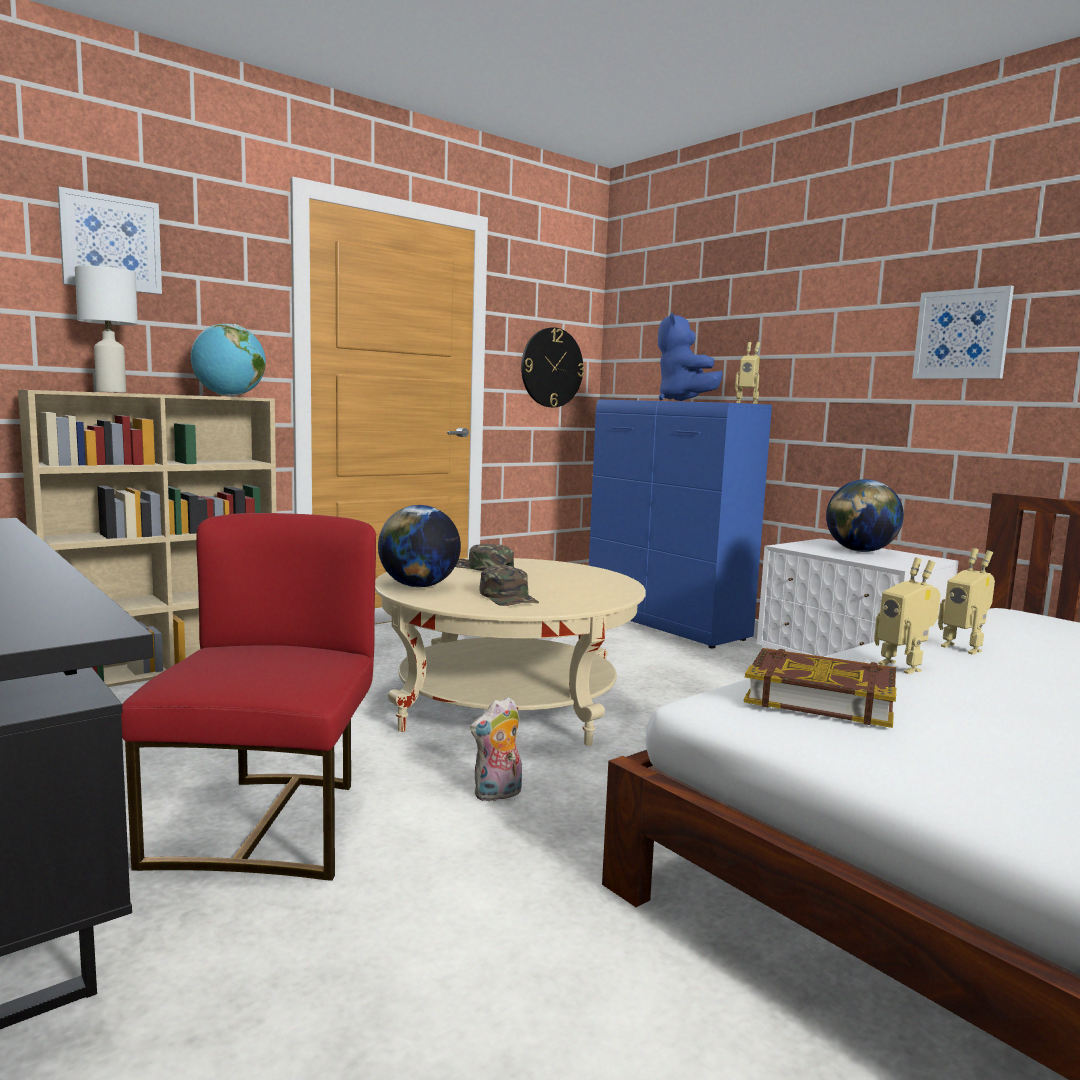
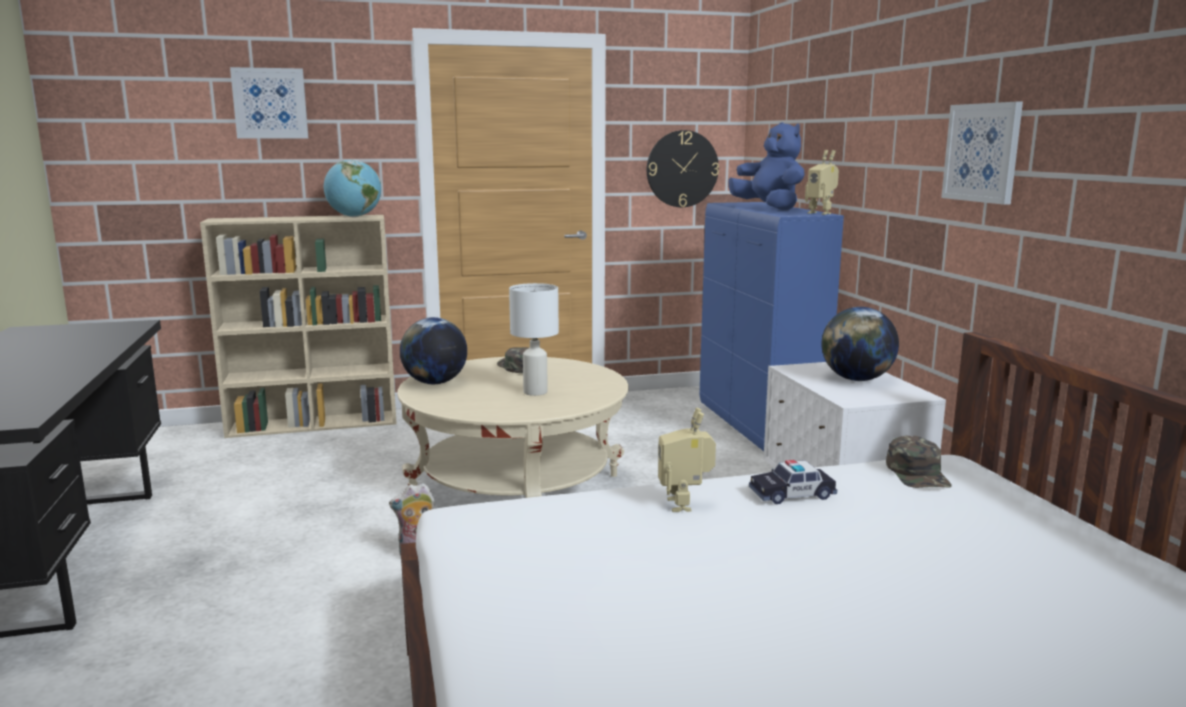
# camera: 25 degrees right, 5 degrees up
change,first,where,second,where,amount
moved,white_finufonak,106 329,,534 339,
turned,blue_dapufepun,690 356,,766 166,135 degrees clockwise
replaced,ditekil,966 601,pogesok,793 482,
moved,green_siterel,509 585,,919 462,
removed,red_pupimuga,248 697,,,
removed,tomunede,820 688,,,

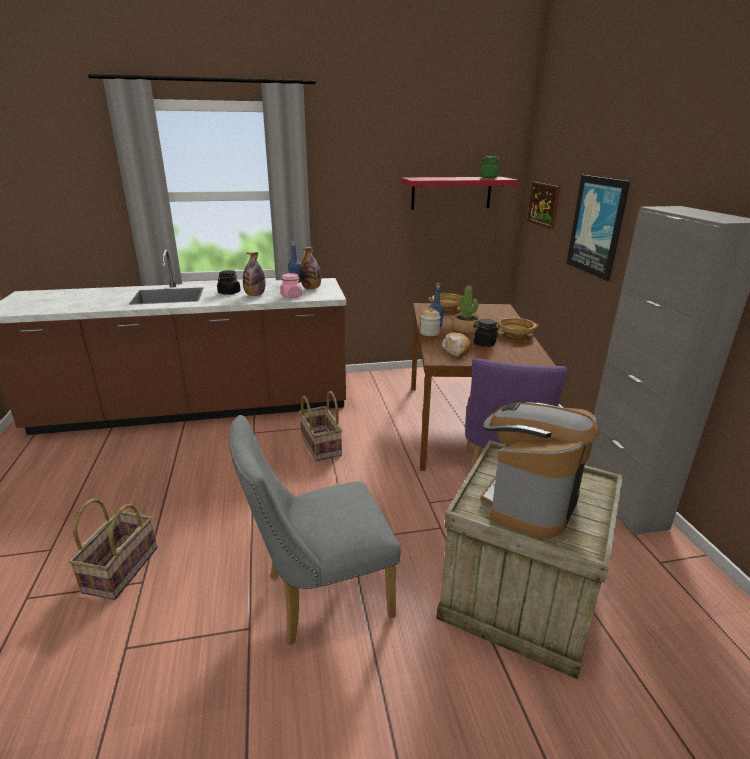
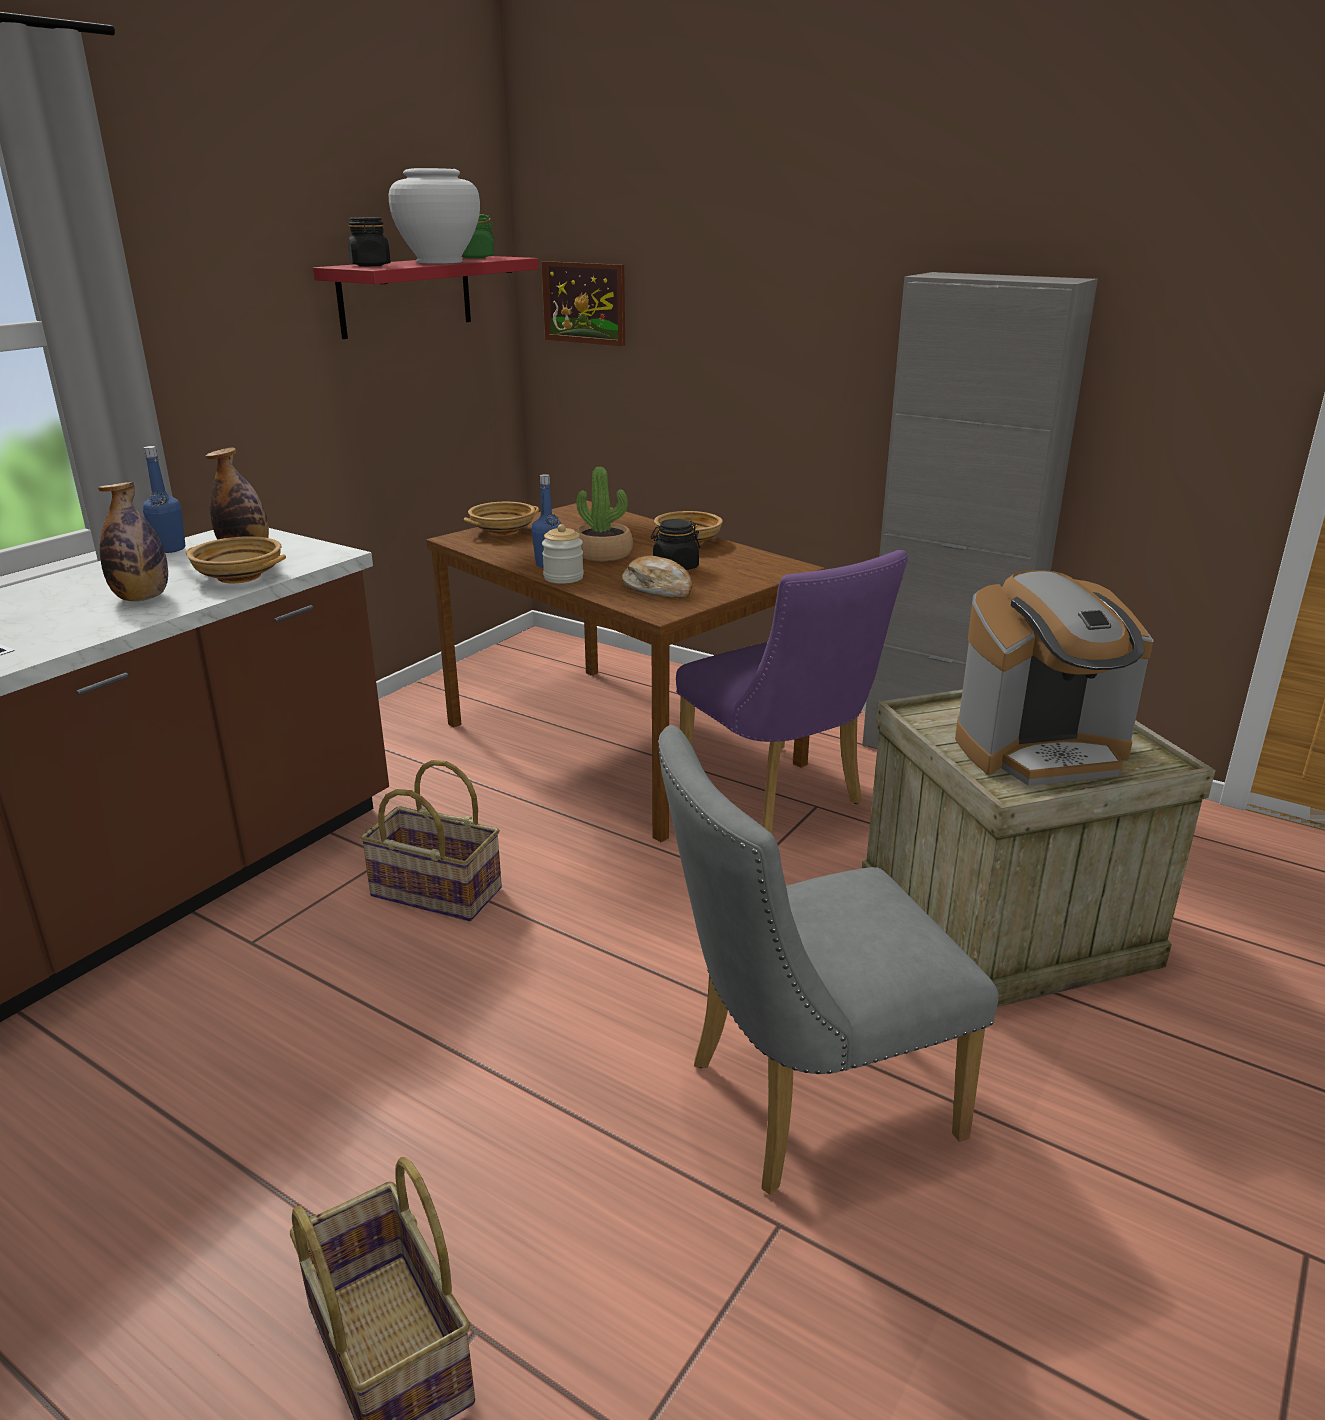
# camera: 45 degrees left, 0 degrees up
change,first,where,second,where,amount
replaced,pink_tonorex,291 285,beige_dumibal,236 559,
moved,black_tonorex,229 282,,369 241,
added,,,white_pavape,434 216,
turned,grey_pupimuga,315 530,,828 960,45 degrees clockwise
turned,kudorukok,539 470,,1054 678,90 degrees counterclockwise
removed,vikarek,598 228,,,

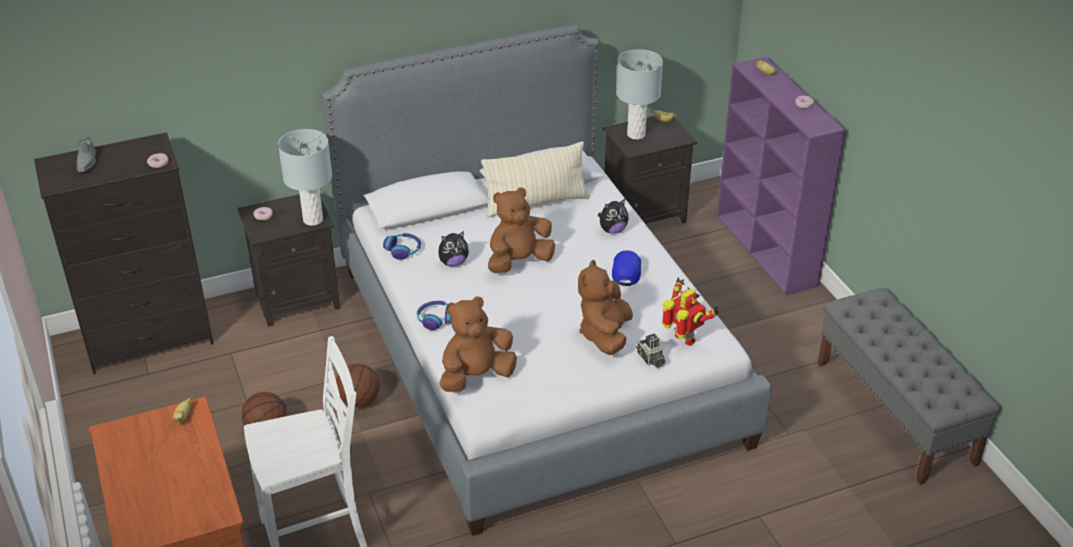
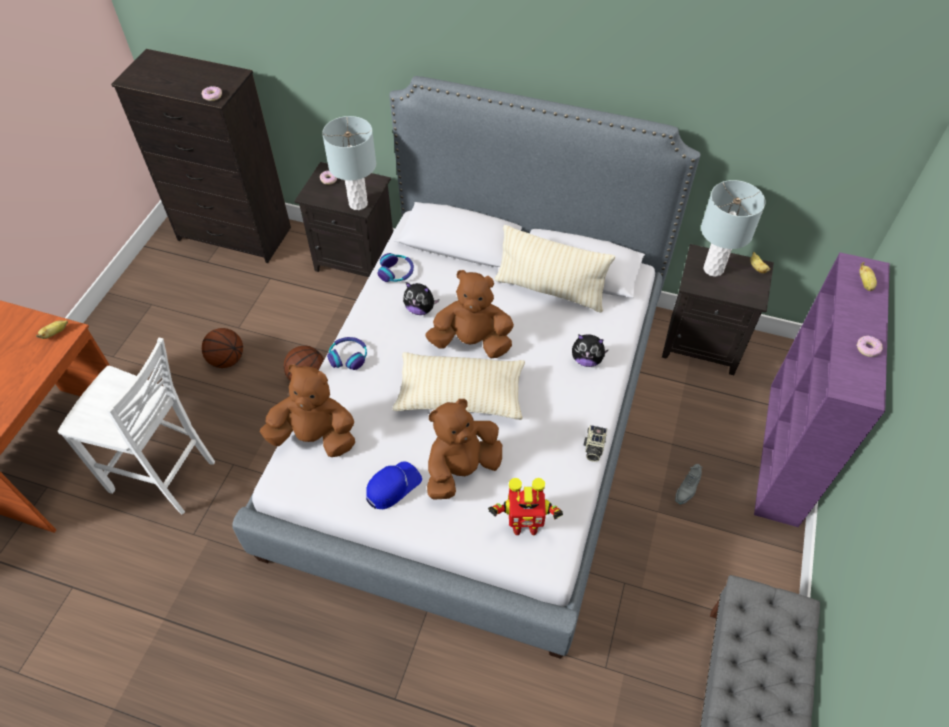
# camera: 40 degrees right, 15 degrees up
change,first,where,second,where,amount
moved,blue_siterel,626 268,,394 485,
added,,,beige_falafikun,458 386,
turned,ditekil,690 311,,525 506,90 degrees clockwise
moved,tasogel,651 351,,595 443,
moved,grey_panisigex,85 154,,689 484,

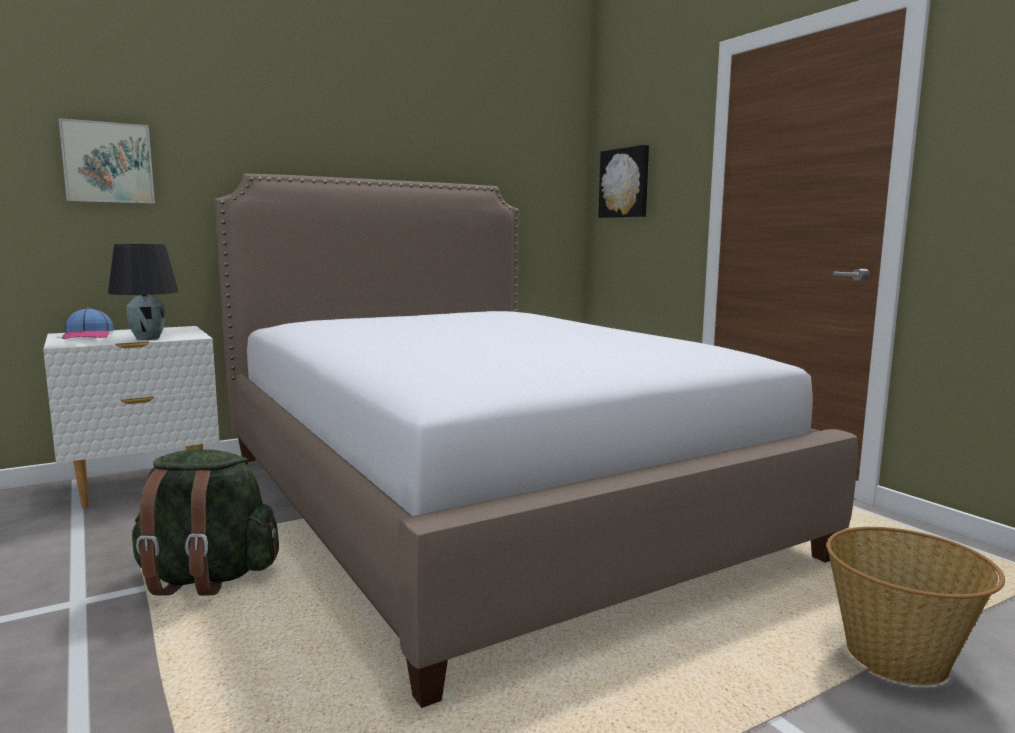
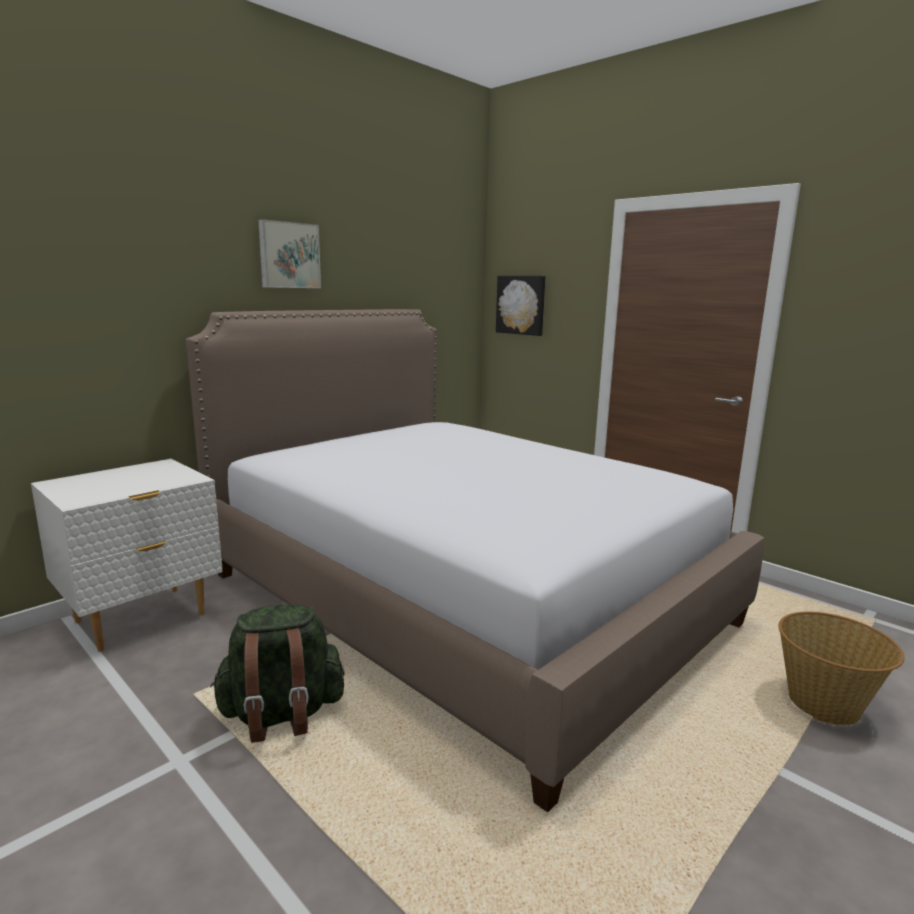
# camera: 15 degrees left, 5 degrees up
change,first,where,second,where,amount
moved,vikarek,106 161,,289 253,
removed,siterel,87 323,,,
removed,black_finufonak,143 292,,,

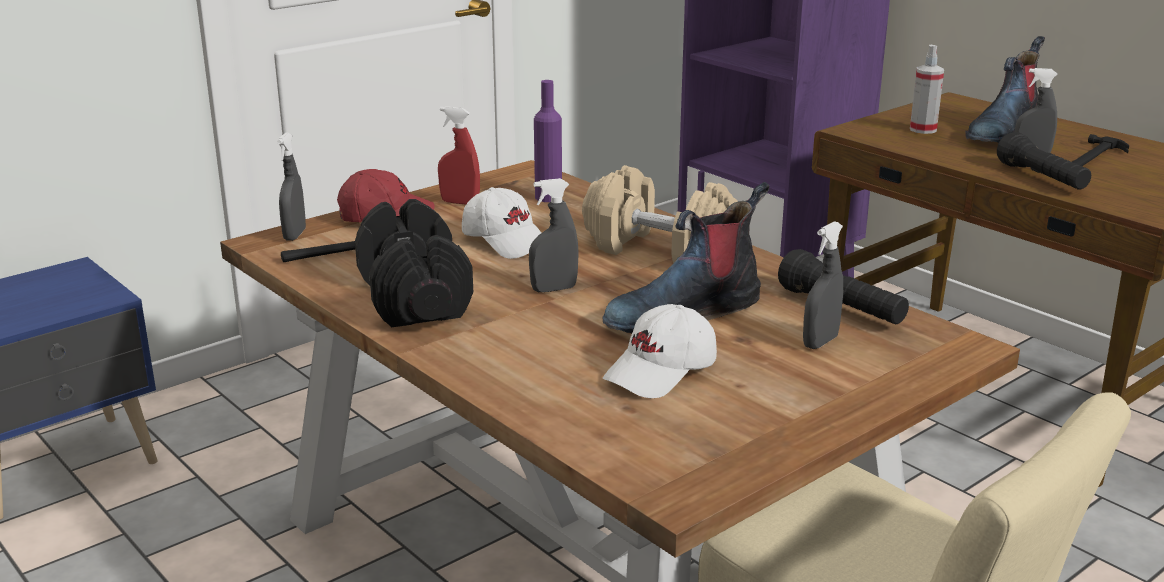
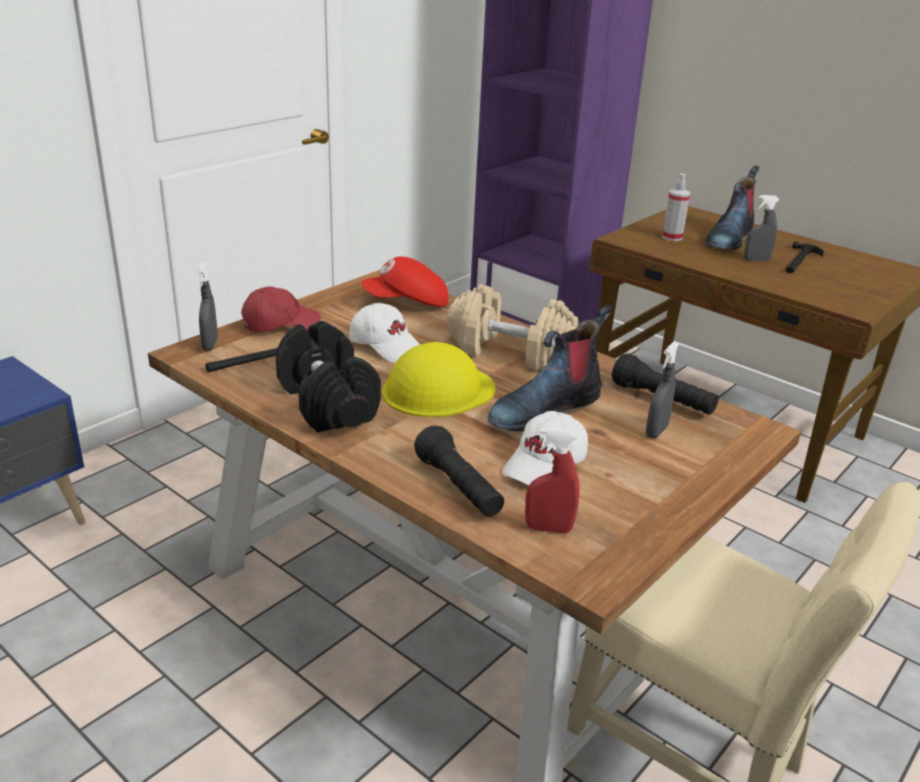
# camera: 10 degrees left, 5 degrees up
change,first,where,second,where,amount
replaced,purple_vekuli,548 141,red_siterel,404 282,
replaced,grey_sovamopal,554 235,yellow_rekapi,439 379,
moved,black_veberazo,1044 161,,459 471,
moved,red_sovamopal,459 155,,552 480,

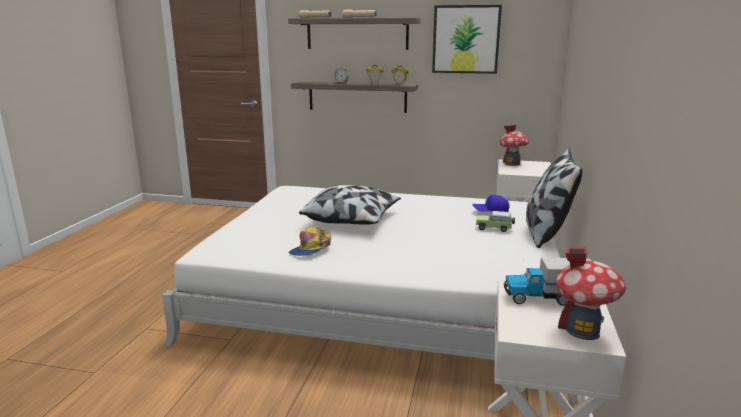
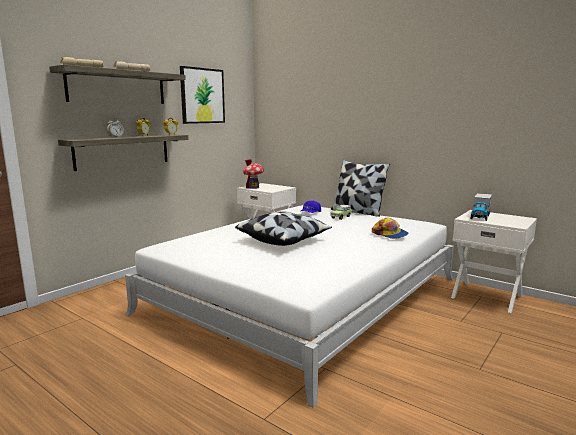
# camera: 65 degrees left, 5 degrees down
change,first,where,second,where,amount
moved,siterel,309 241,,390 228,
removed,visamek,591 293,,,

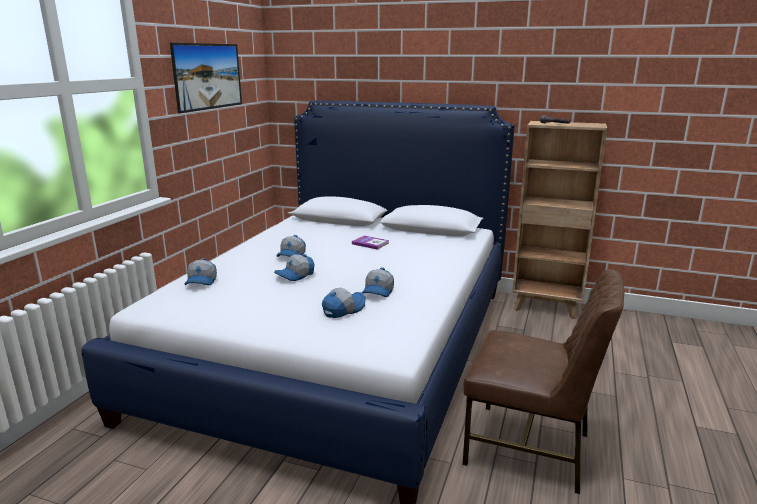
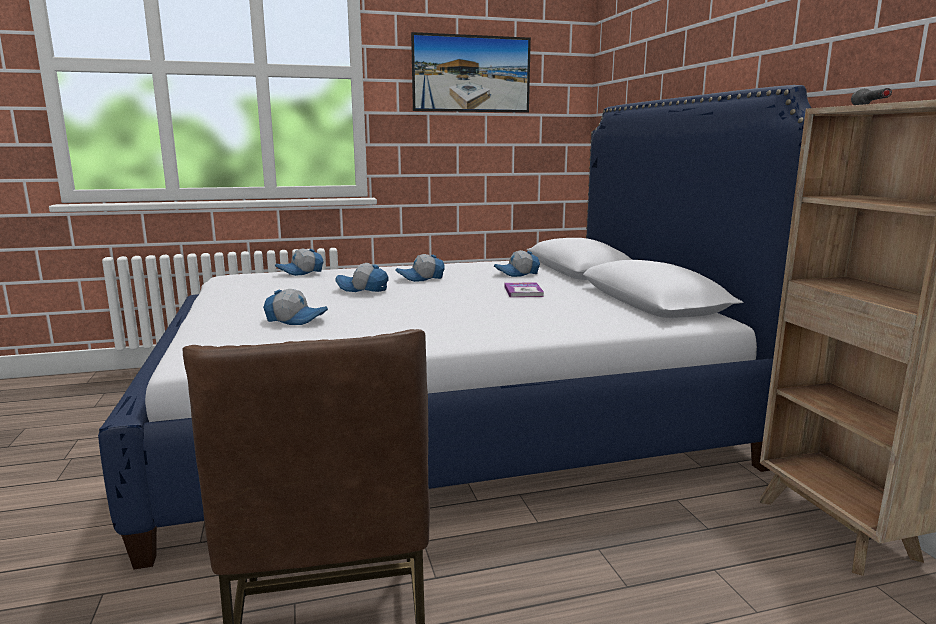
# camera: 55 degrees right, 5 degrees down
change,first,where,second,where,amount
moved,siterel,378 282,,517 263,

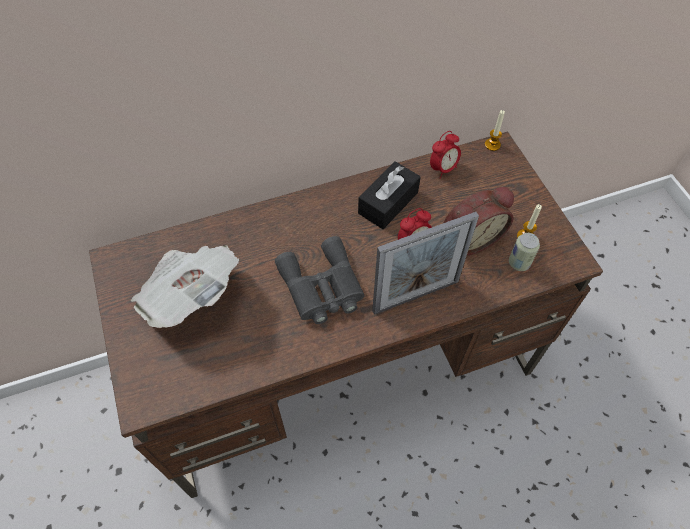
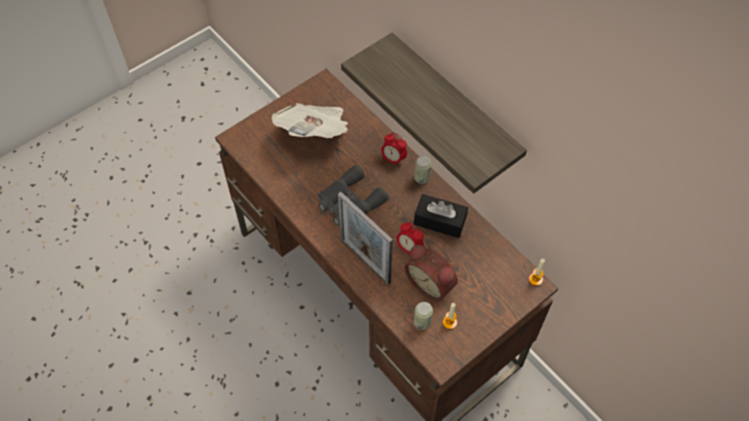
# camera: 70 degrees right, 0 degrees up
change,first,where,second,where,amount
added,,,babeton,434 113,
moved,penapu,445 155,,394 150,
added,,,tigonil,423 170,

